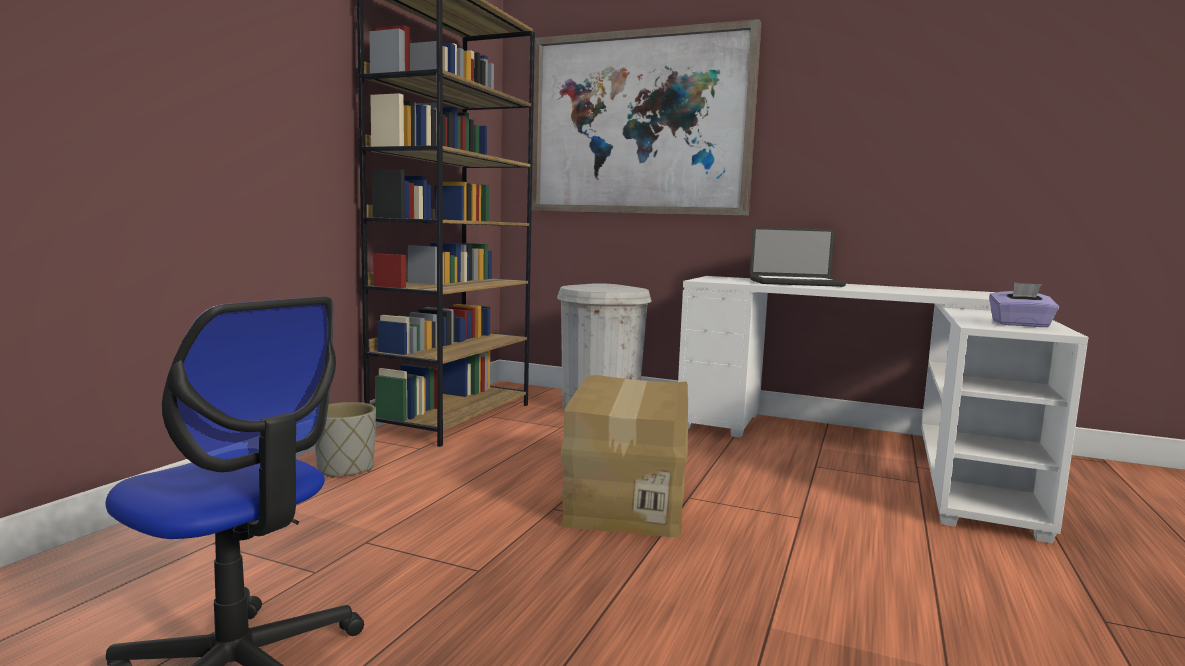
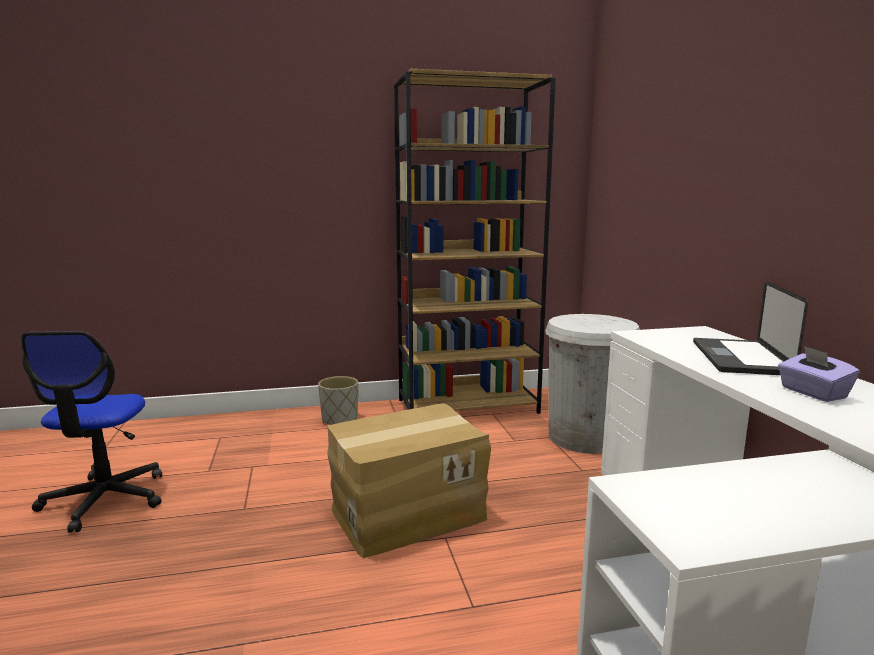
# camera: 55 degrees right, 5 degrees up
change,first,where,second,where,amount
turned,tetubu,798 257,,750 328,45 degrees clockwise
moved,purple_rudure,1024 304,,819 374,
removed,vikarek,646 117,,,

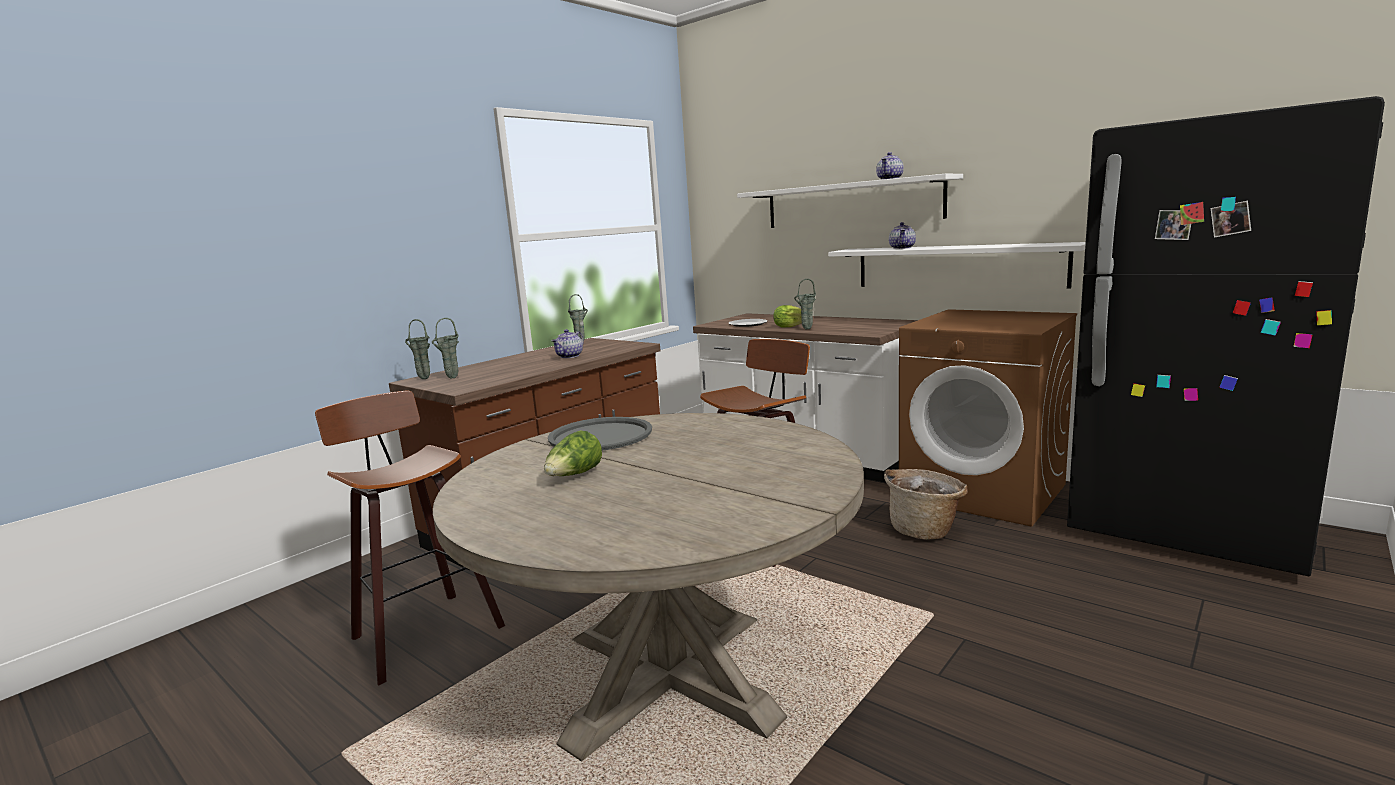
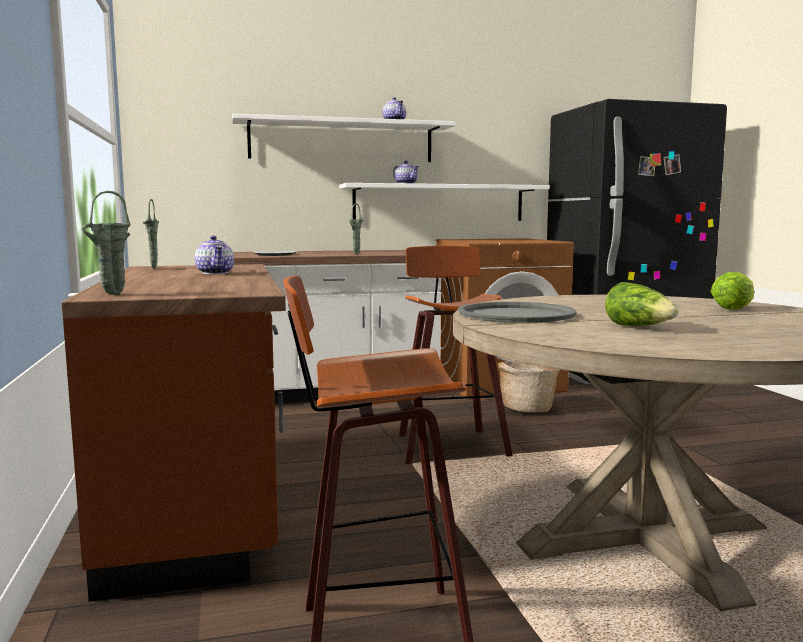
# camera: 55 degrees left, 5 degrees down
change,first,where,second,where,amount
moved,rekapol,787 316,,732 291,
removed,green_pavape,445 348,,,

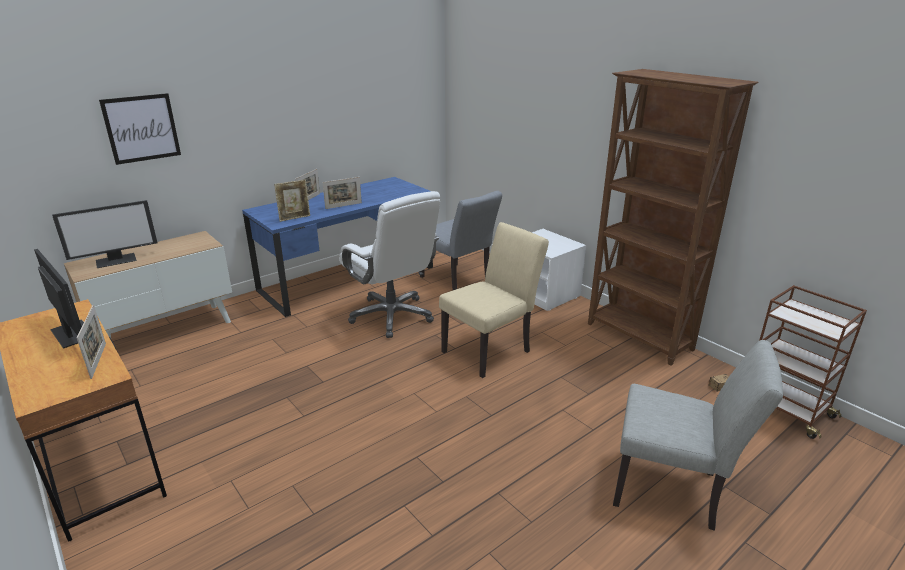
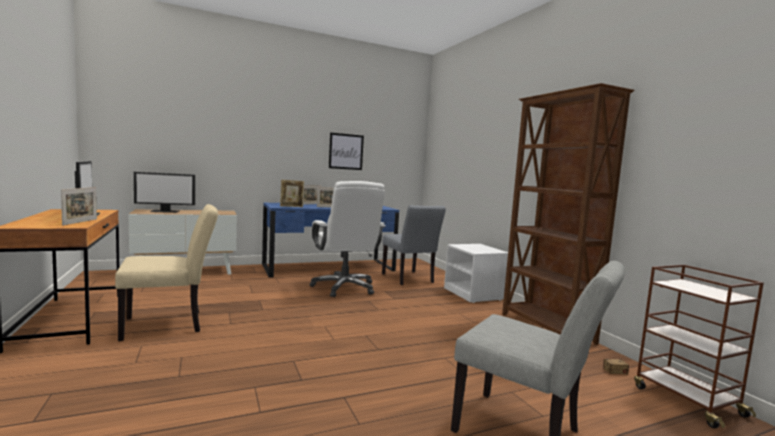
# camera: 15 degrees right, 20 degrees down
change,first,where,second,where,amount
moved,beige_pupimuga,494 300,,166 272,
moved,vikarek,140 129,,346 151,

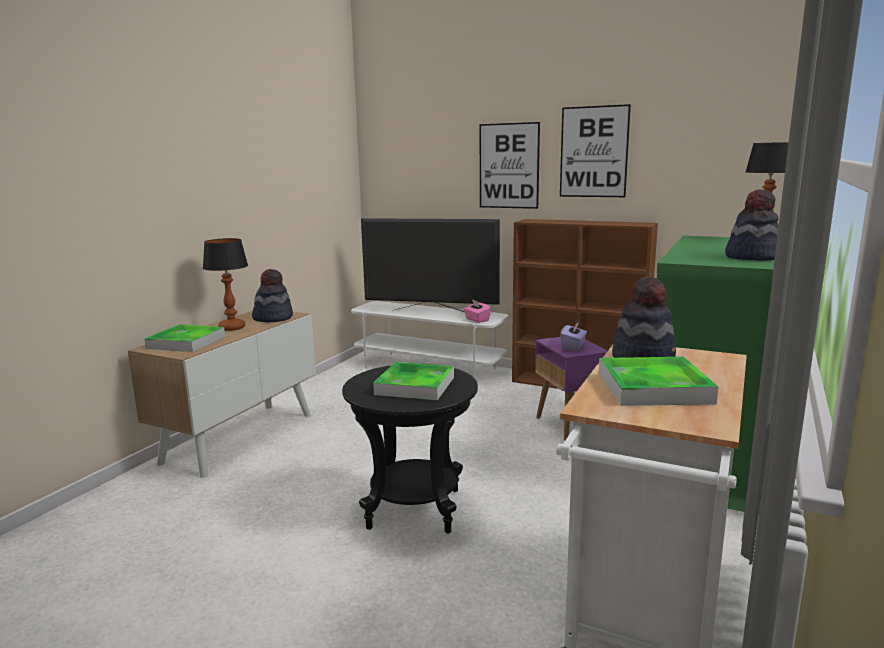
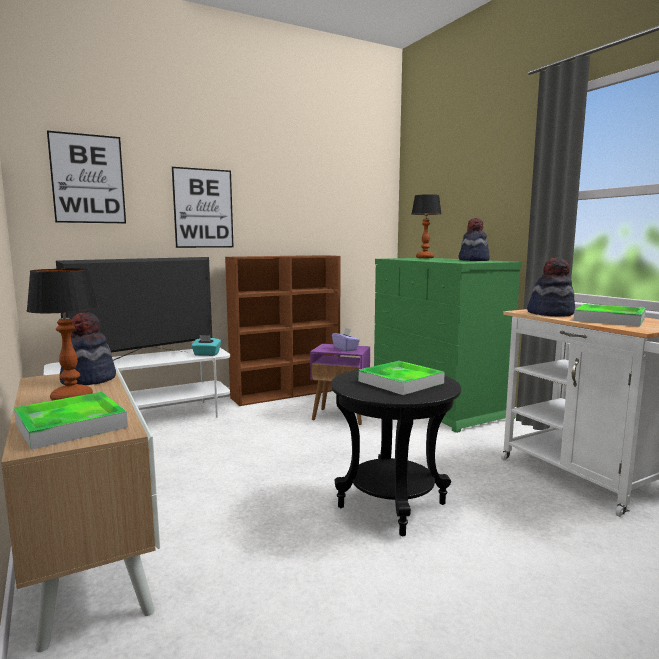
# camera: 55 degrees left, 5 degrees down
change,first,where,second,where,amount
moved,vikarek,595 150,,86 177,
recoloured,pink_rudure,477 311,turquoise_rudure,206 345,

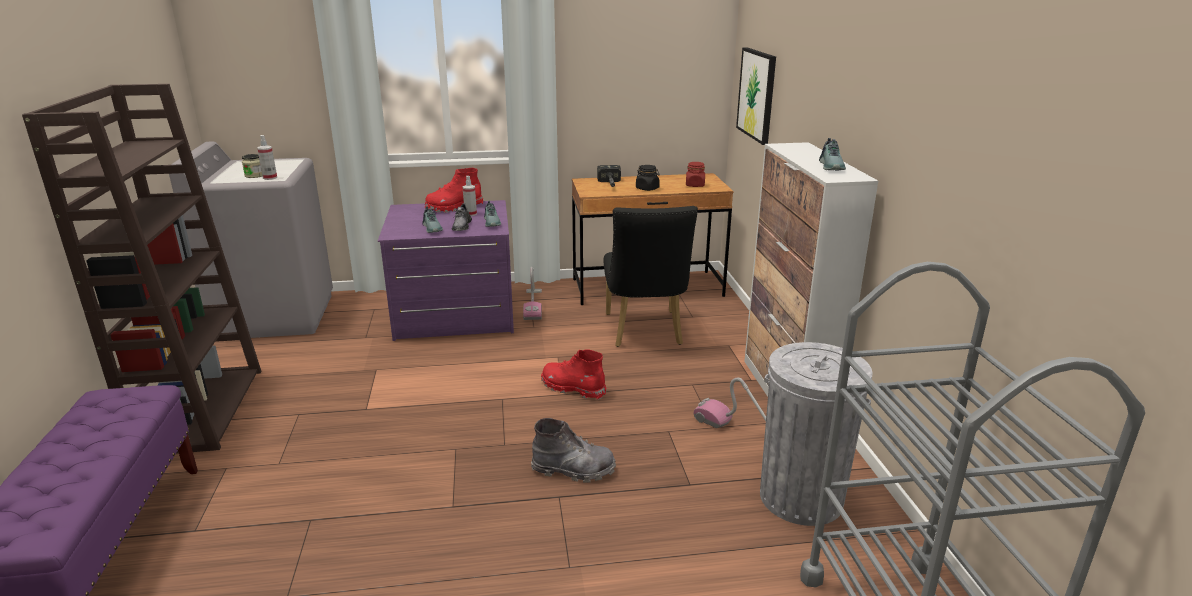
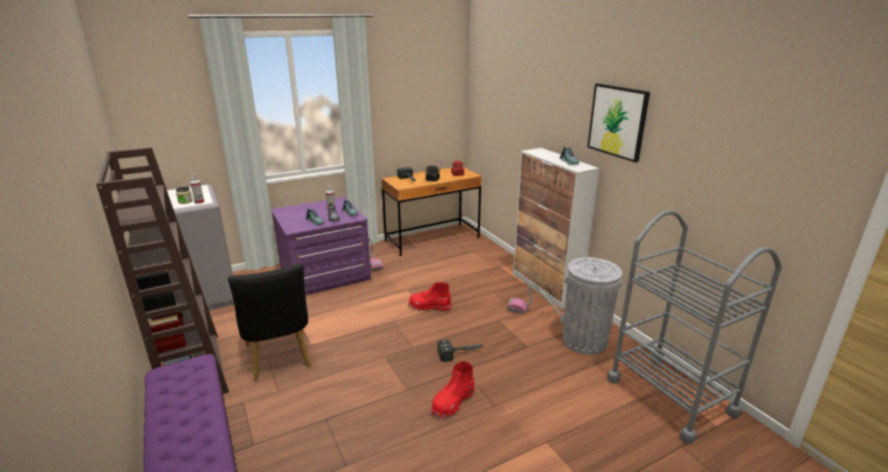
# camera: 20 degrees left, 0 degrees up
change,first,where,second,where,amount
moved,black_pupimuga,651 276,,269 322,
moved,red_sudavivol,453 190,,453 390,
replaced,grey_sudavivol,573 450,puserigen,460 350,
moved,vikarek,756 96,,618 123,

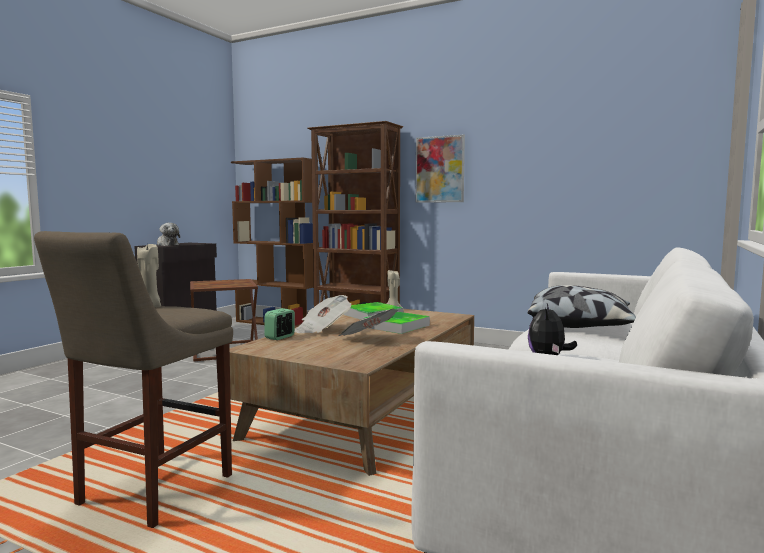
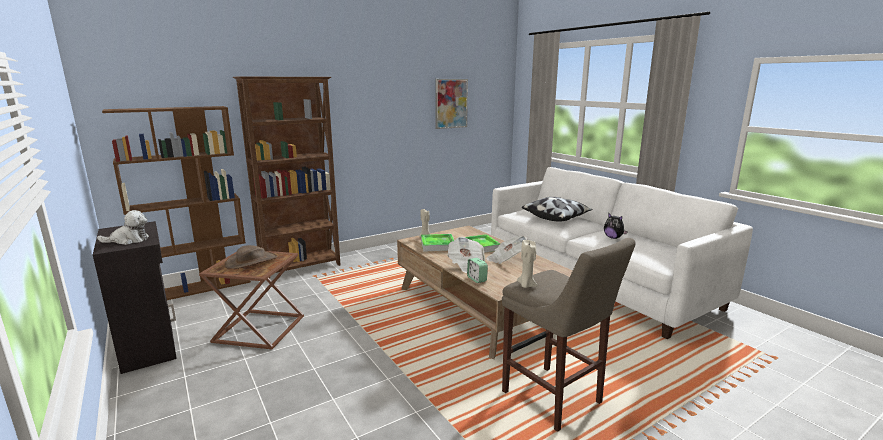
# camera: 60 degrees left, 10 degrees up
change,first,where,second,where,amount
added,,,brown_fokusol,250 257,
moved,vikarek,440 168,,451 104,

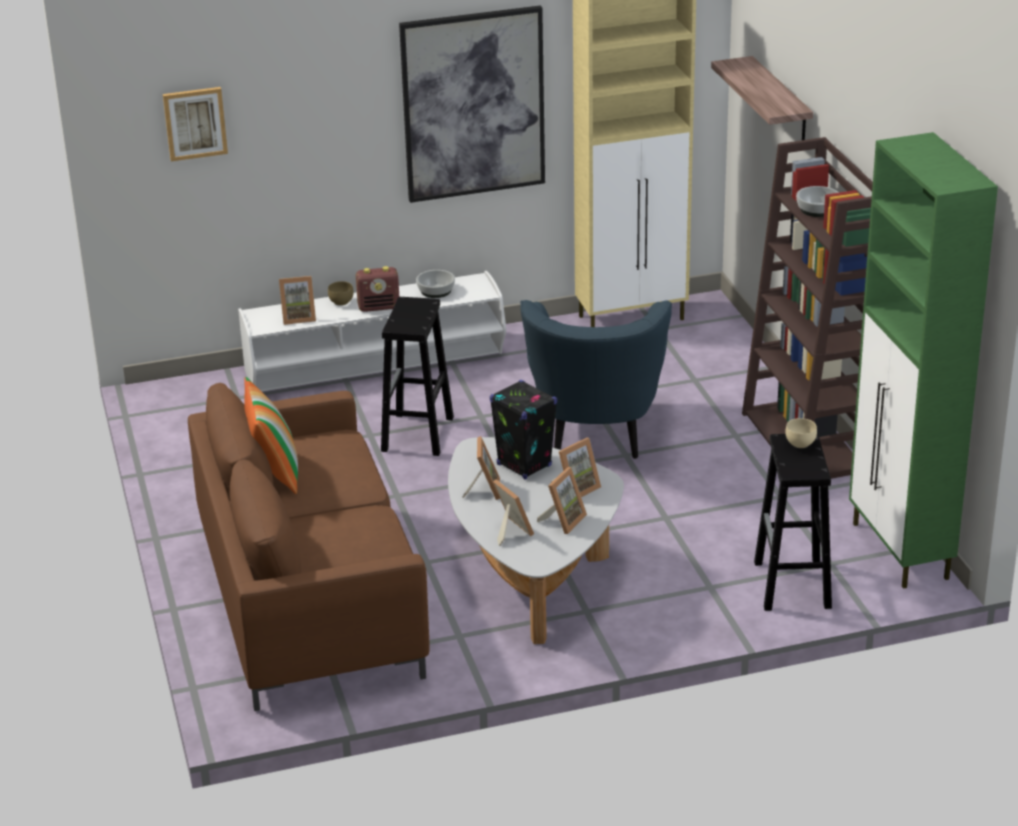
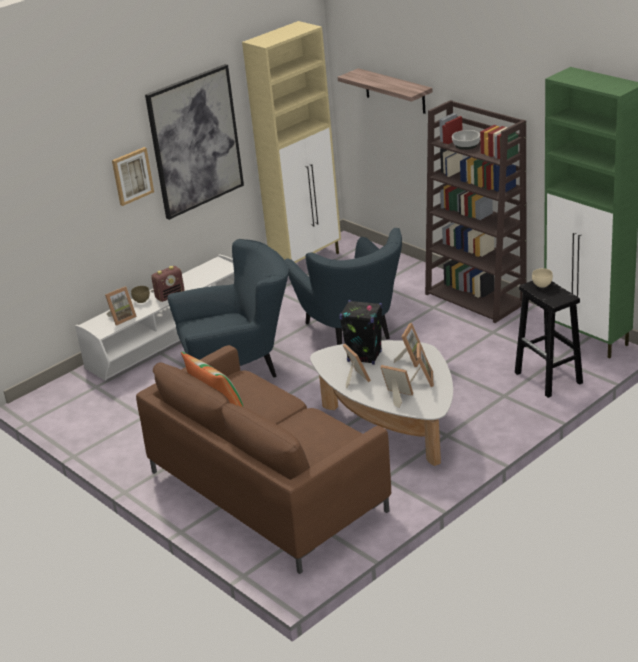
# camera: 25 degrees left, 0 degrees up
change,first,where,second,where,amount
moved,vikarek,195 124,,133 176,
replaced,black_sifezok,417 376,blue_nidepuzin,228 308,
removed,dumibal,435 284,,,

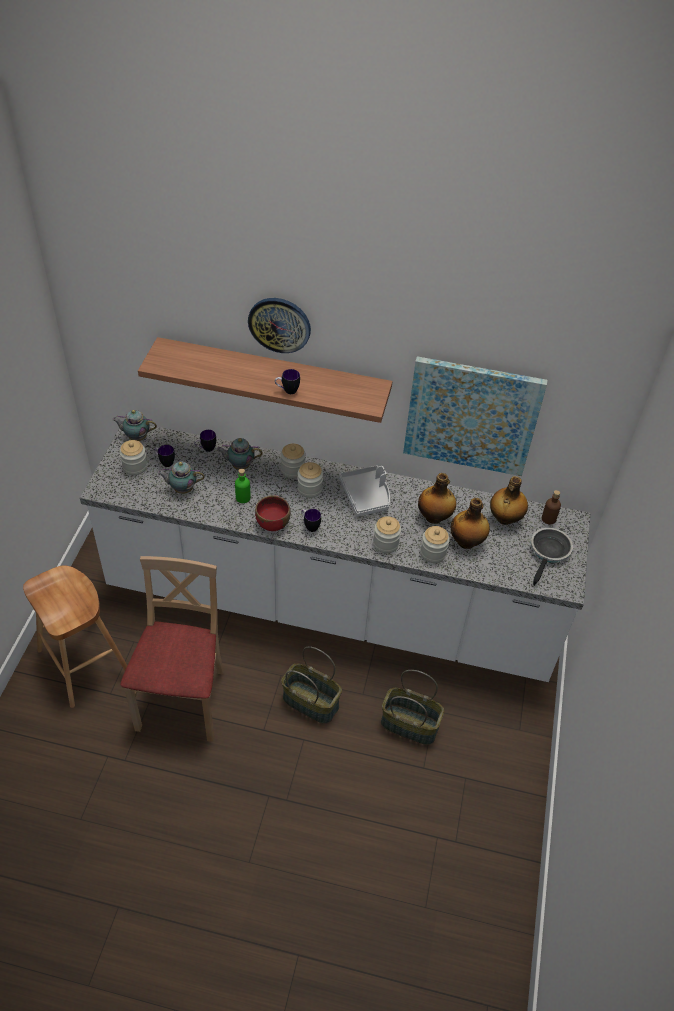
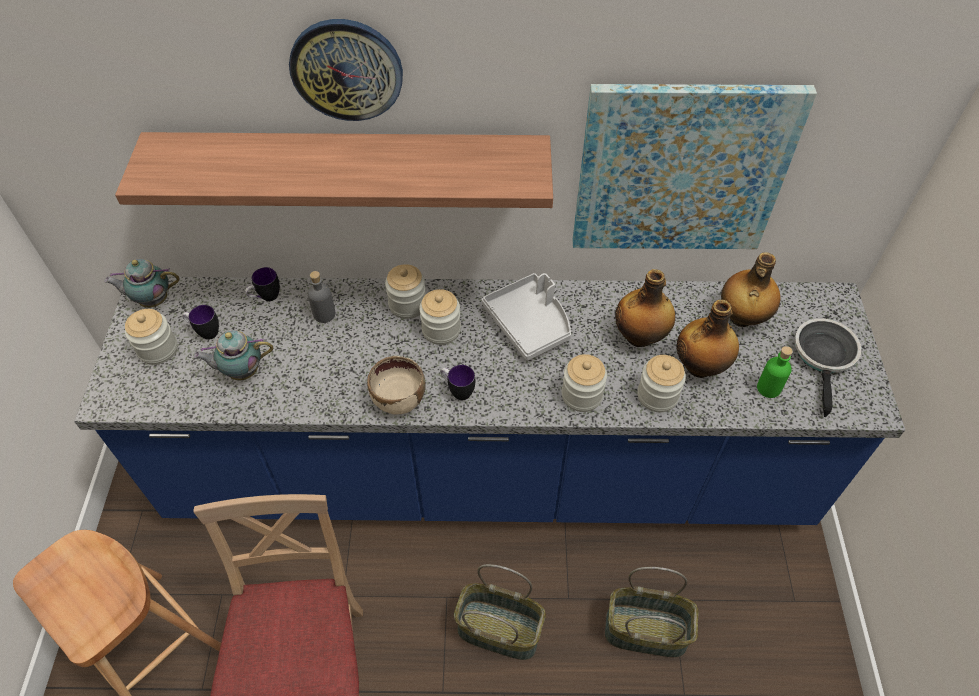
# camera: 10 degrees left, 5 degrees up
change,first,where,second,where,amount
recoloured,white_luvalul,335 553,blue_luvalul,489 401,
replaced,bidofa,240 454,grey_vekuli,322 297,
recoloured,red_dumibal,273 513,beige_dumibal,396 385,
moved,green_vekuli,243 486,,775 372,
removed,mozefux,287 381,,,
removed,brown_vekuli,551 507,,,

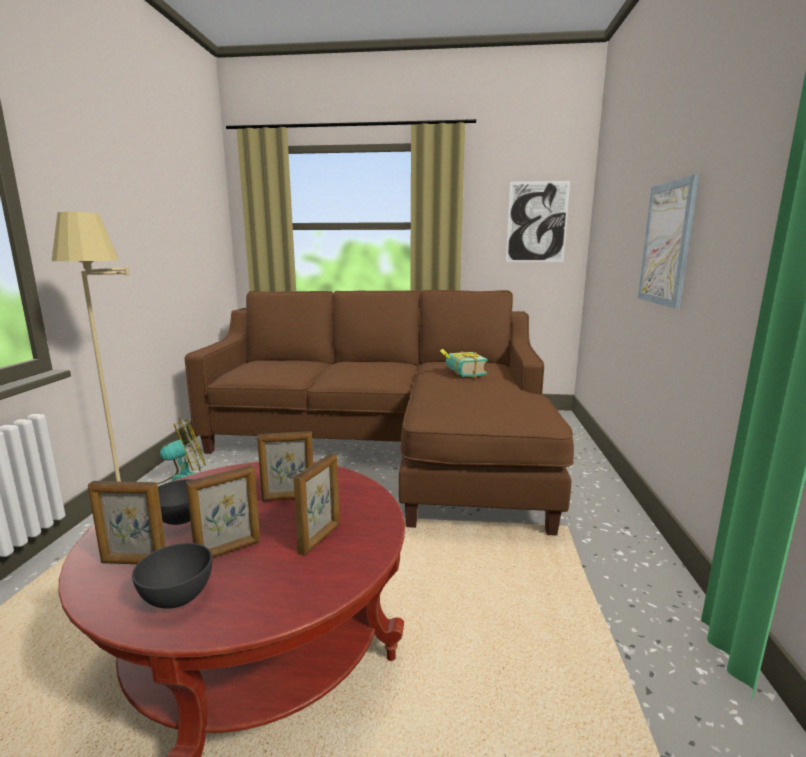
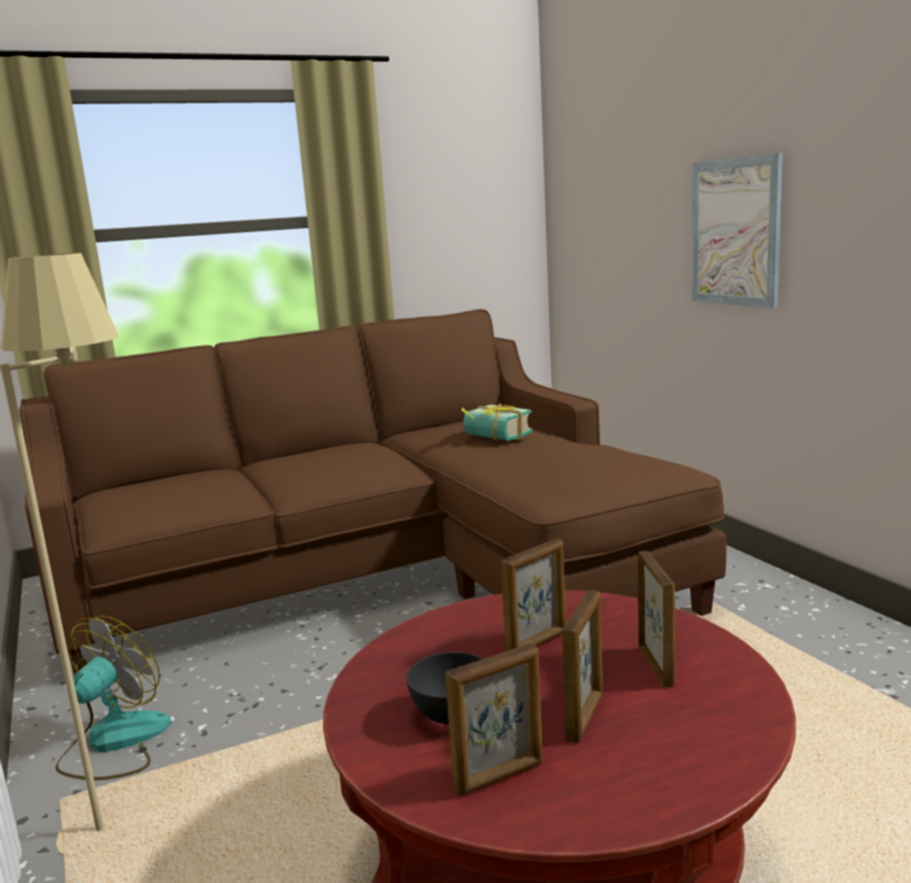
# camera: 30 degrees left, 0 degrees up
change,first,where,second,where,amount
removed,grey_dumibal,172 576,,,
removed,vikarek,538 221,,,

